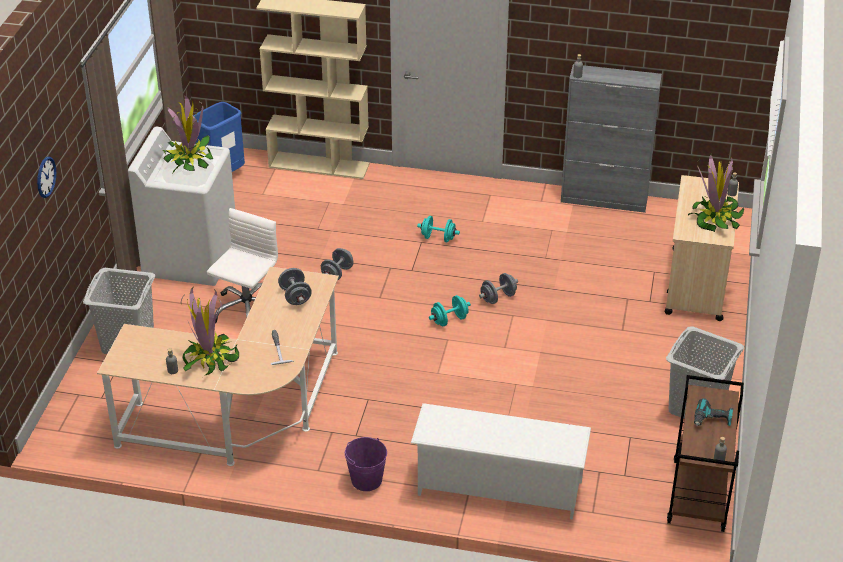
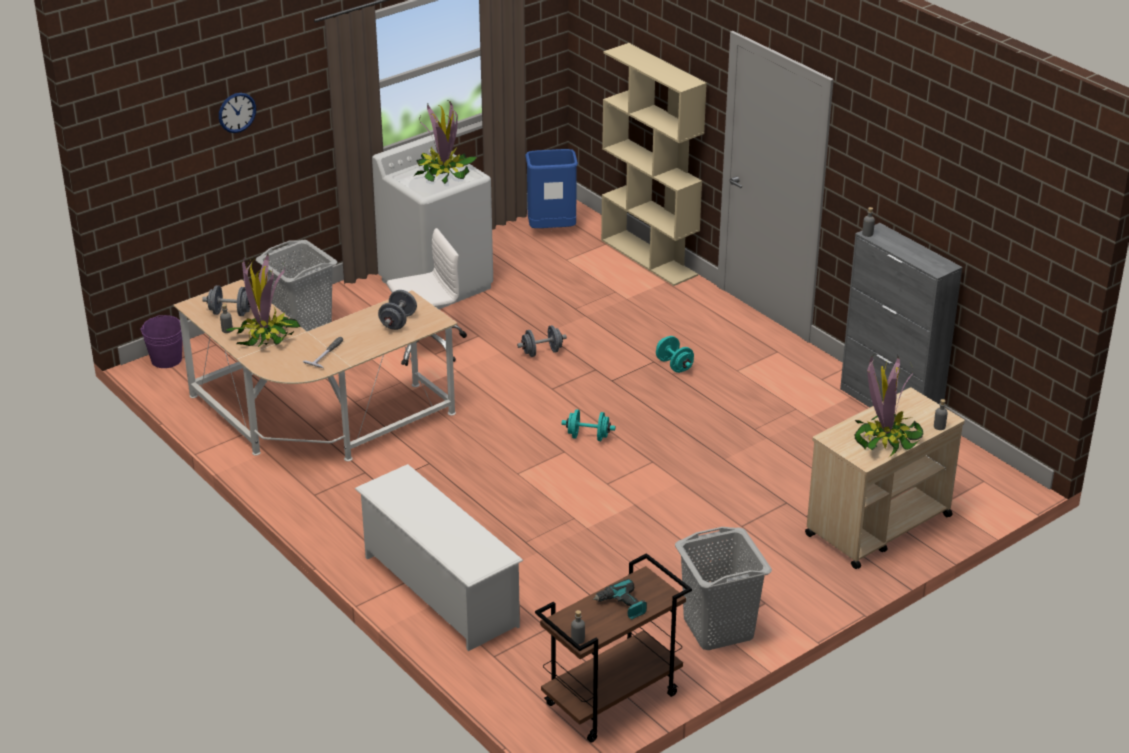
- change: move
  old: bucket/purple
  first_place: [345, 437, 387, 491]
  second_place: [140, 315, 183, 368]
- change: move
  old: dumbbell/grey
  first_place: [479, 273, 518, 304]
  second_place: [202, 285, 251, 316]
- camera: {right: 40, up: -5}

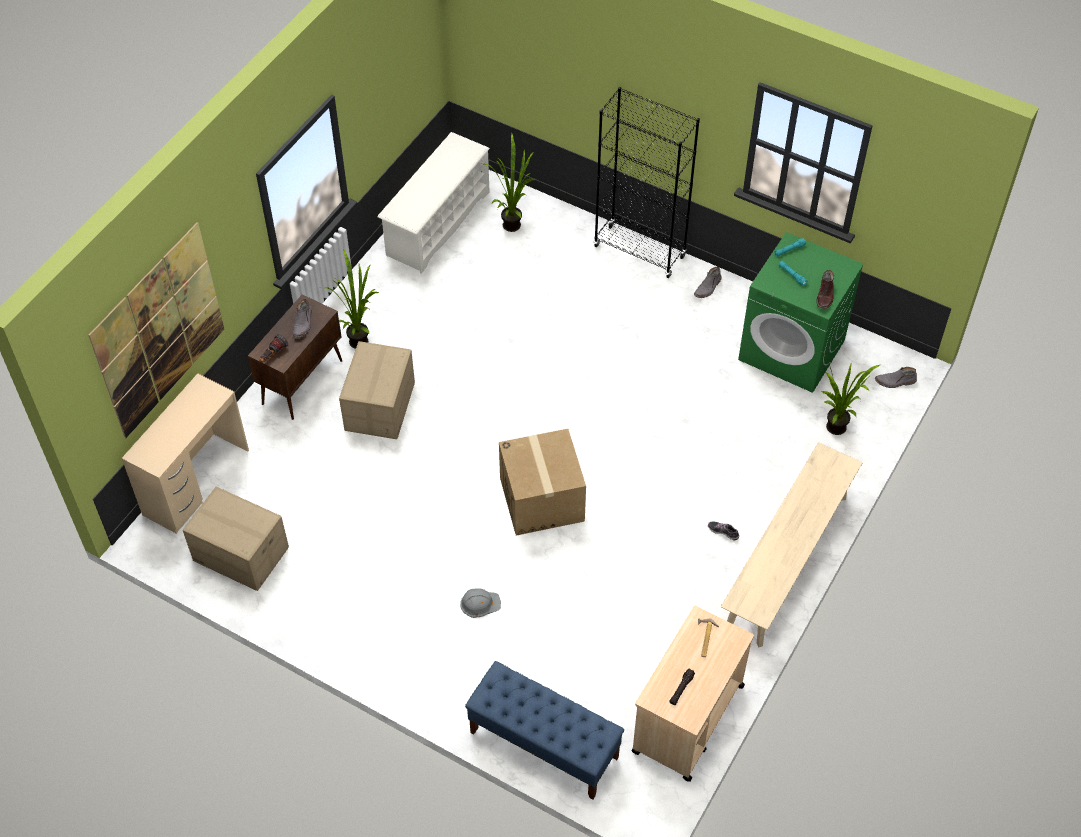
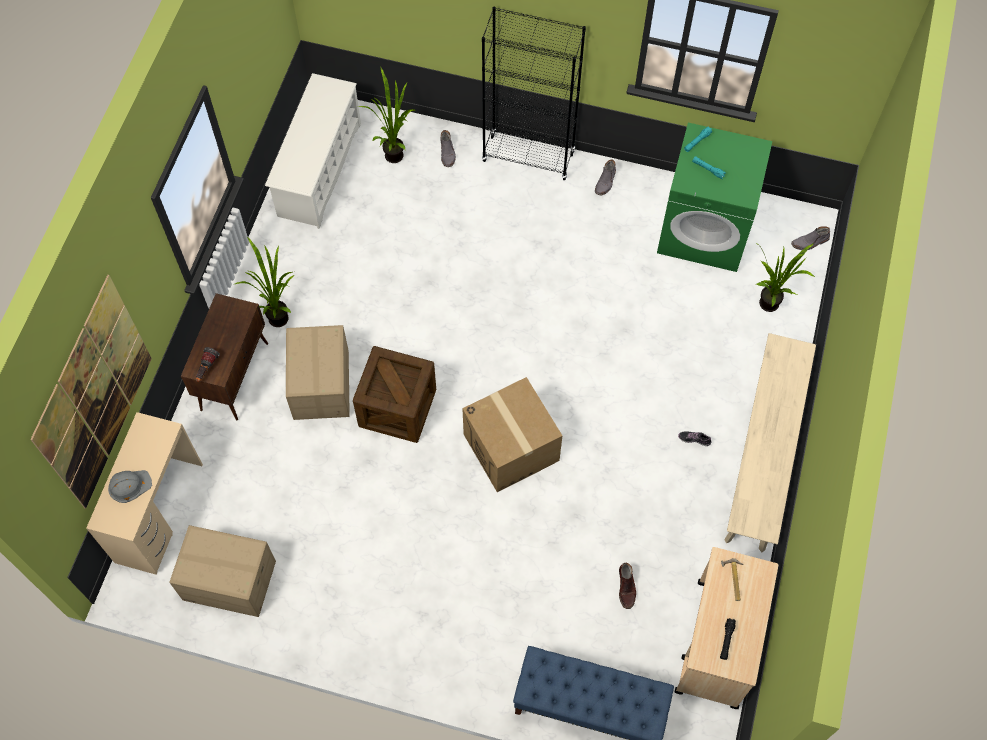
- change: move
  old: boot/grey
  first_place: [293, 299, 312, 338]
  second_place: [441, 130, 456, 167]
- change: move
  old: hard hat/grey
  first_place: [460, 588, 501, 618]
  second_place: [108, 470, 152, 503]
- change: move
  old: boot/brown
  first_place: [816, 270, 834, 309]
  second_place: [619, 563, 636, 609]
- change: insert
  new: crate
  second_place: [353, 346, 436, 443]
- camera: {right: -15, up: 10}

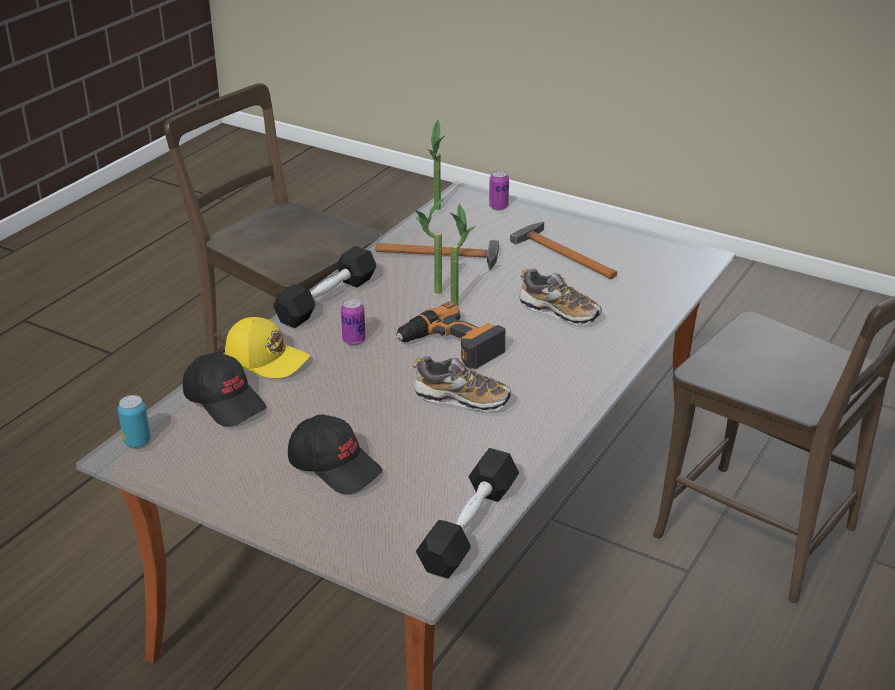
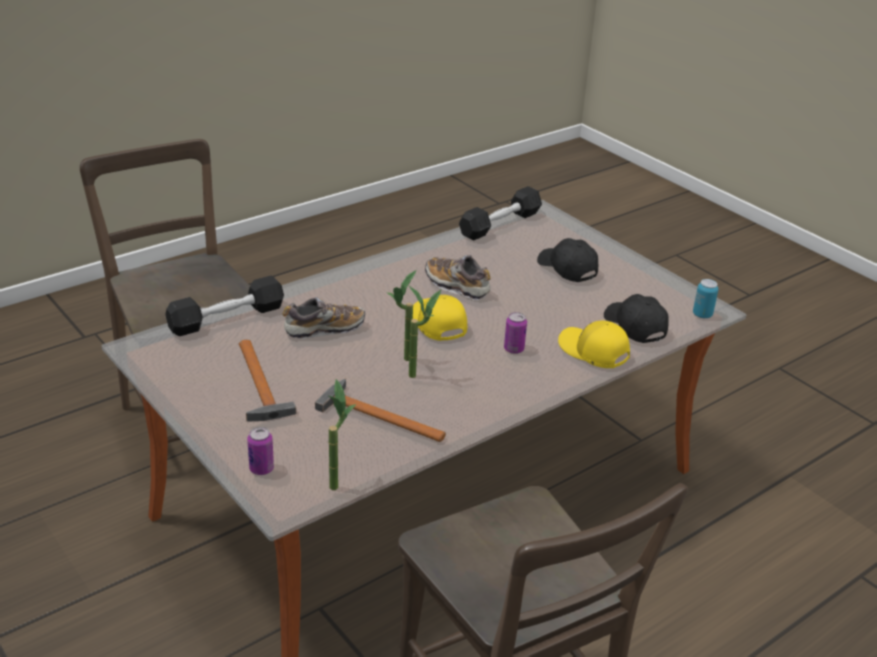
- change: move
  old: dumbbell/black
  first_place: [273, 246, 376, 328]
  second_place: [165, 275, 284, 336]
- change: replace
  old: power drill
  new: cap/yellow
  first_place: [396, 302, 505, 369]
  second_place: [413, 295, 467, 341]
- change: rotate
  old: shoe
  first_place: [519, 269, 602, 326]
  second_place: [283, 297, 365, 339]
  degrees: 105
- camera: {right: -160, up: 0}

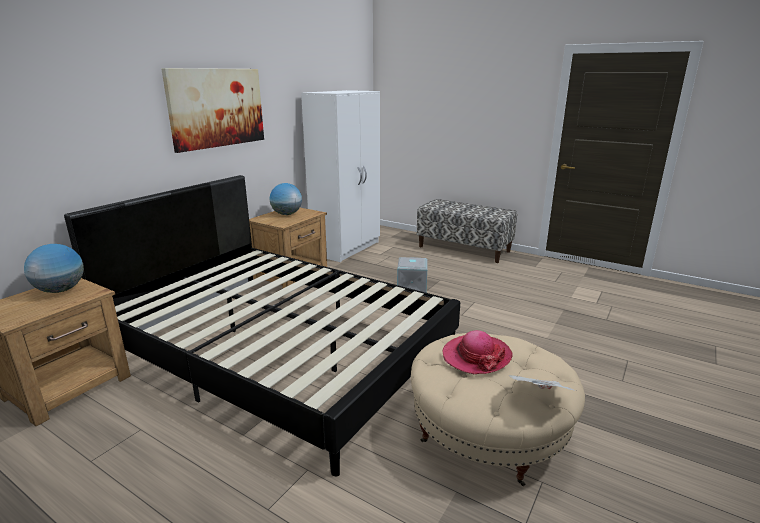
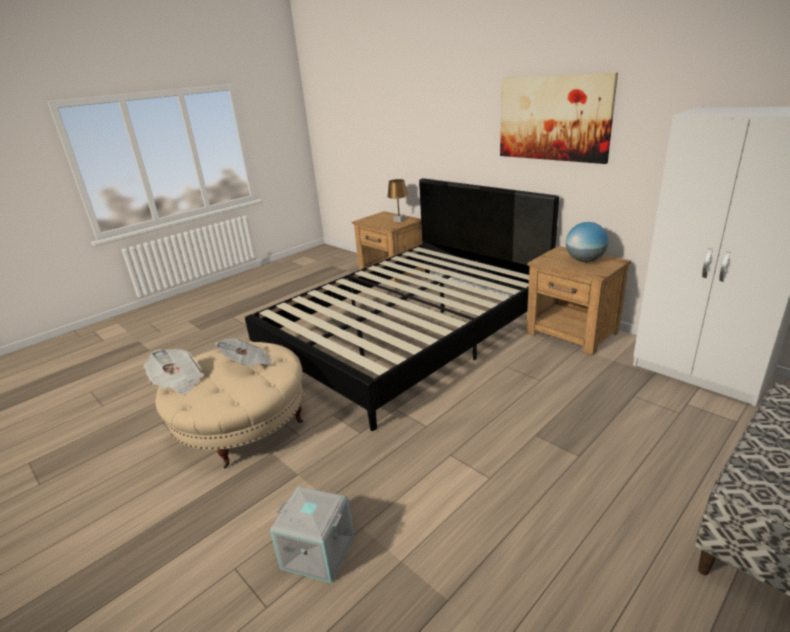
- change: replace
  old: globe
  new: table lamp/brown
  first_place: [24, 244, 84, 293]
  second_place: [387, 179, 408, 222]
- change: move
  old: storage box/grey
  first_place: [397, 257, 427, 293]
  second_place: [270, 486, 354, 583]
- change: replace
  old: hat
  new: newspaper
  first_place: [443, 330, 513, 374]
  second_place: [215, 338, 273, 366]
- camera: {right: 105, up: 5}

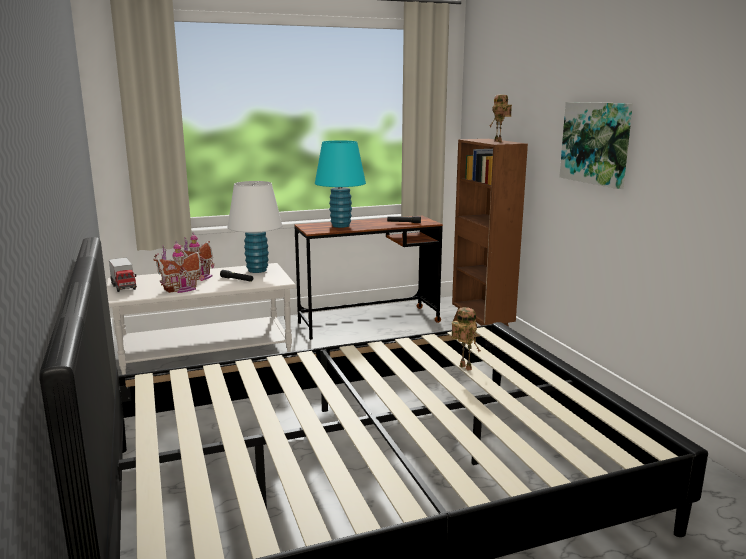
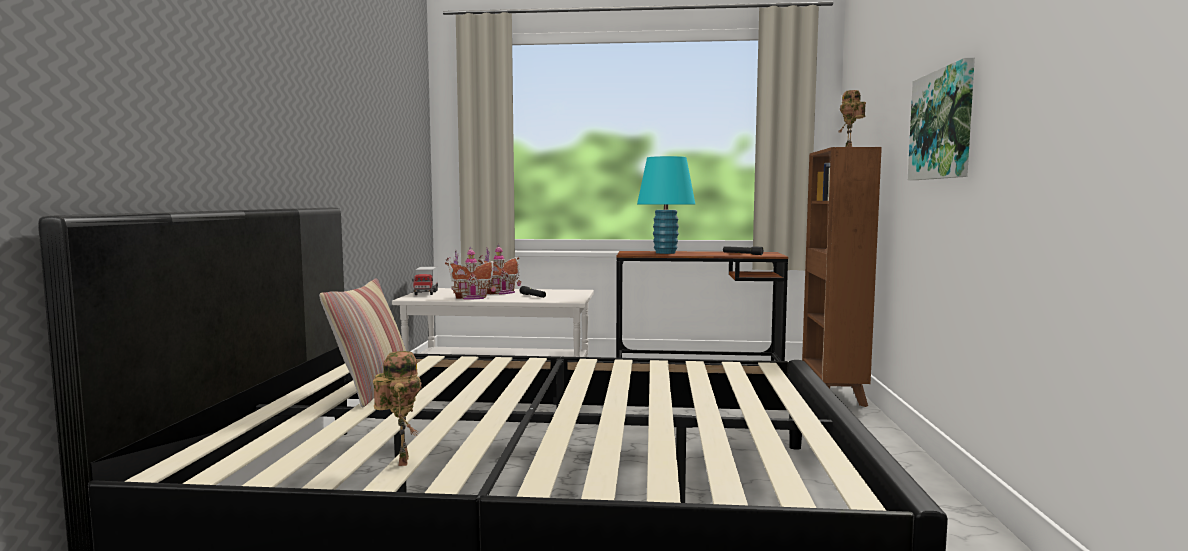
- change: delete
  old: table lamp/white
  first_place: [228, 181, 282, 273]
- change: move
  old: toy robot
  first_place: [451, 307, 481, 371]
  second_place: [373, 351, 422, 466]
- change: insert
  new: pillow
  second_place: [319, 278, 406, 407]
- camera: {right: 25, up: -10}

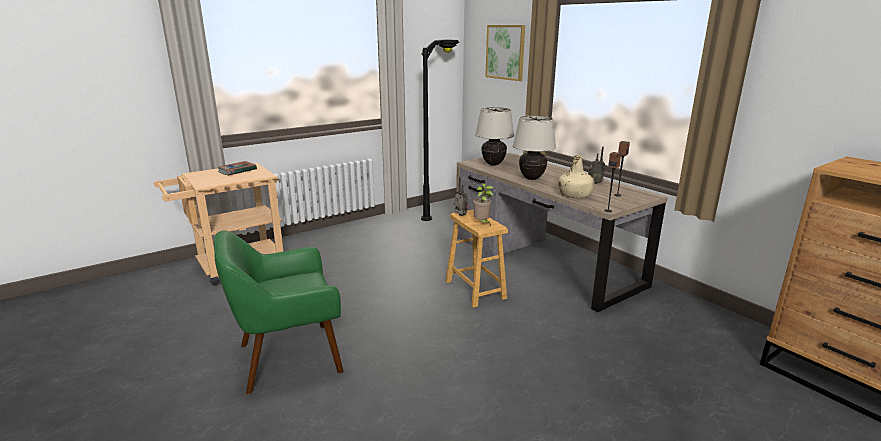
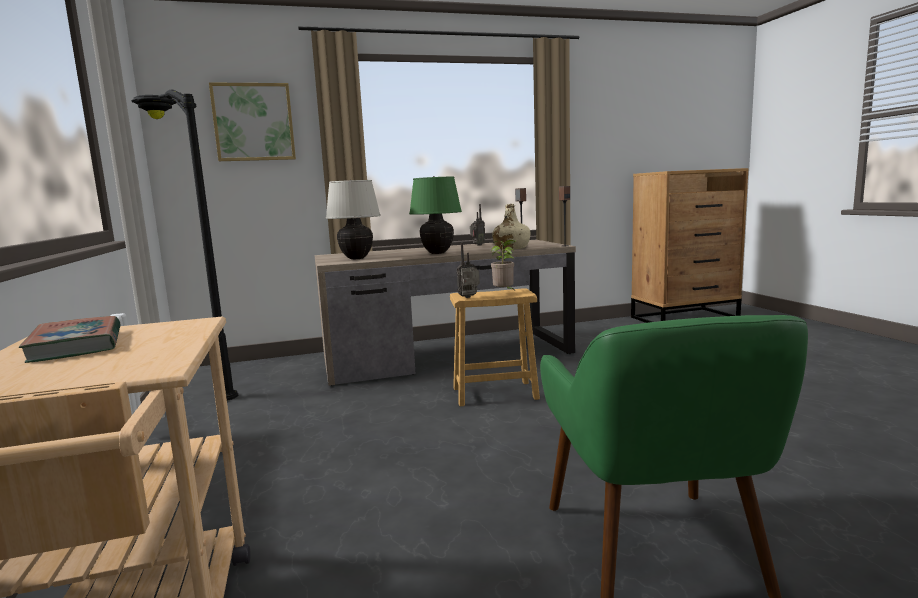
- change: recolor
  old: table lamp/beige
  new: table lamp/green
  first_place: [513, 116, 556, 180]
  second_place: [409, 176, 462, 254]
- camera: {right: -70, up: -10}

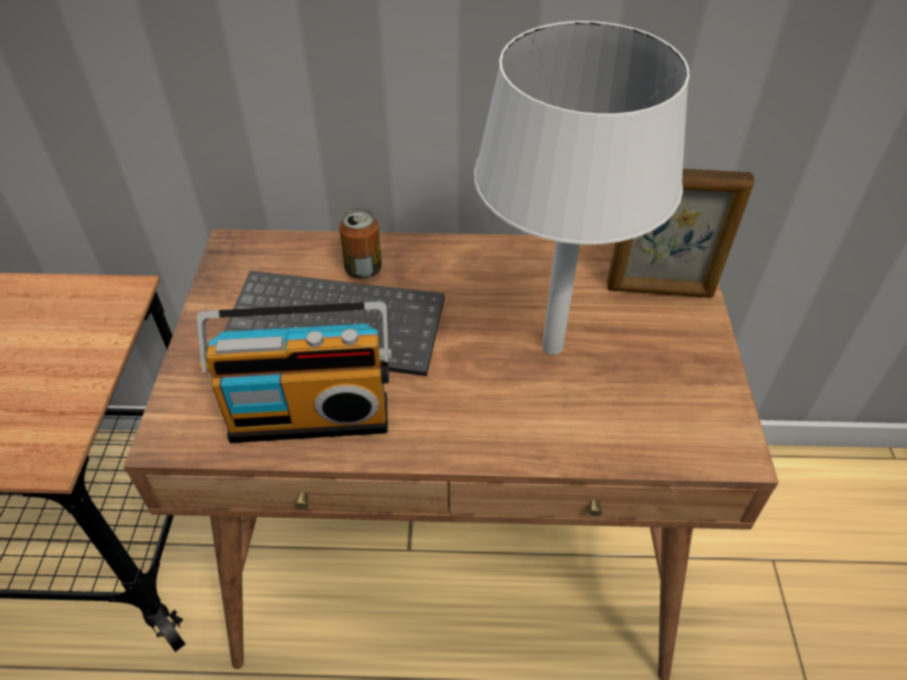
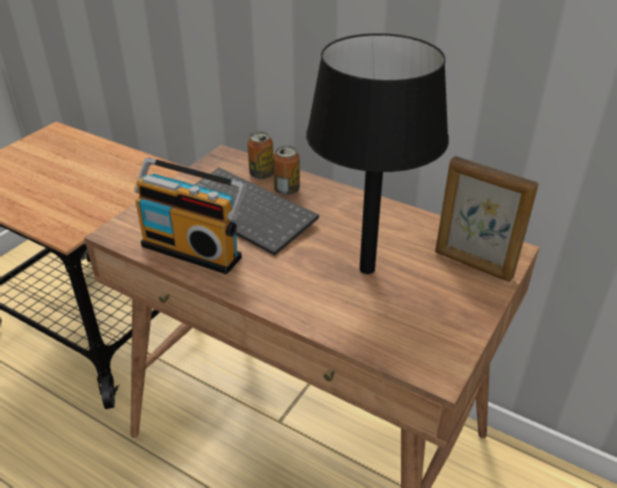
- change: recolor
  old: table lamp/white
  new: table lamp/black
  first_place: [474, 21, 690, 355]
  second_place: [306, 33, 449, 274]
- change: insert
  new: can
  second_place: [247, 132, 274, 180]
- camera: {right: 30, up: -10}

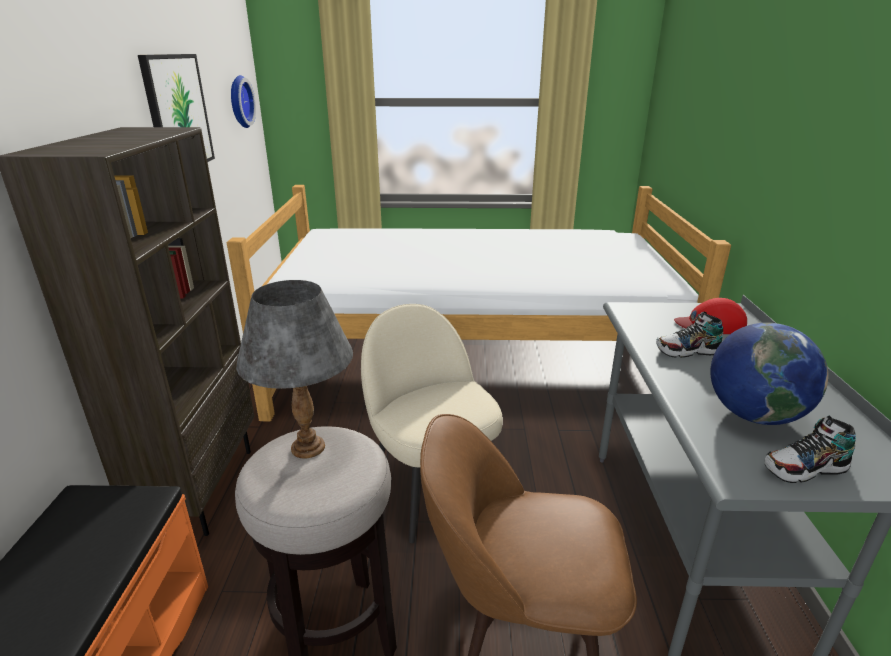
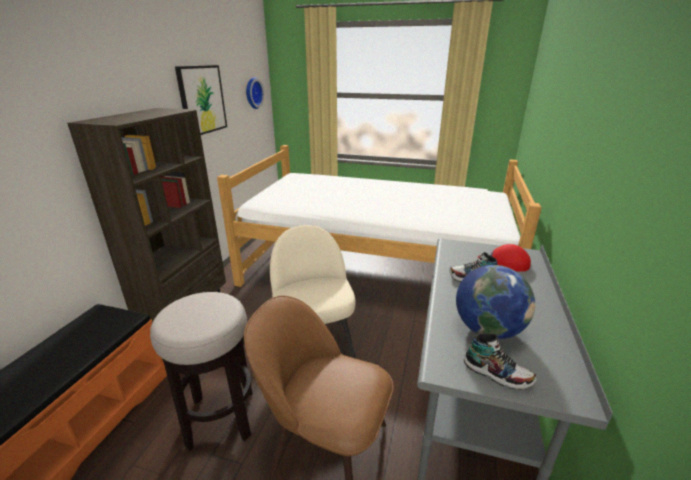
- change: delete
  old: table lamp/grey
  first_place: [236, 280, 353, 459]
- change: rotate
  old: shoe
  first_place: [764, 416, 856, 483]
  second_place: [464, 334, 537, 390]
  degrees: -150
- camera: {right: 15, up: 0}

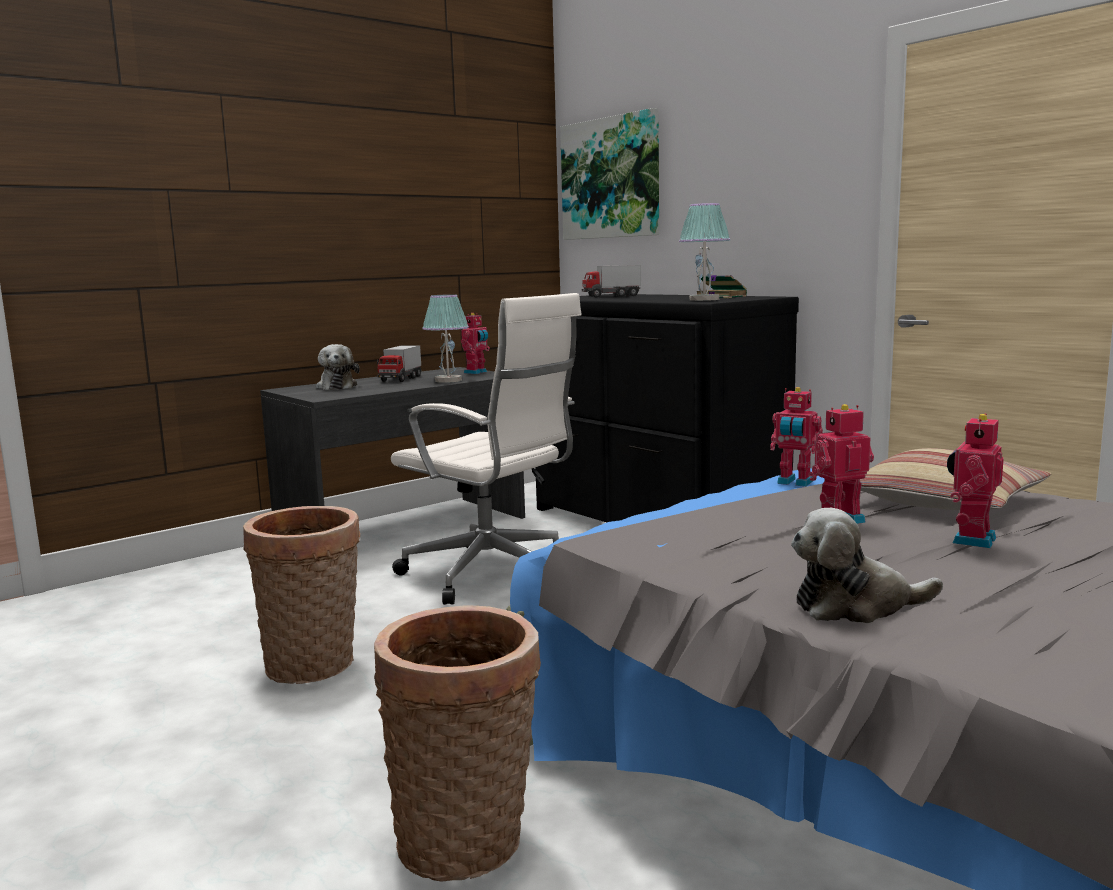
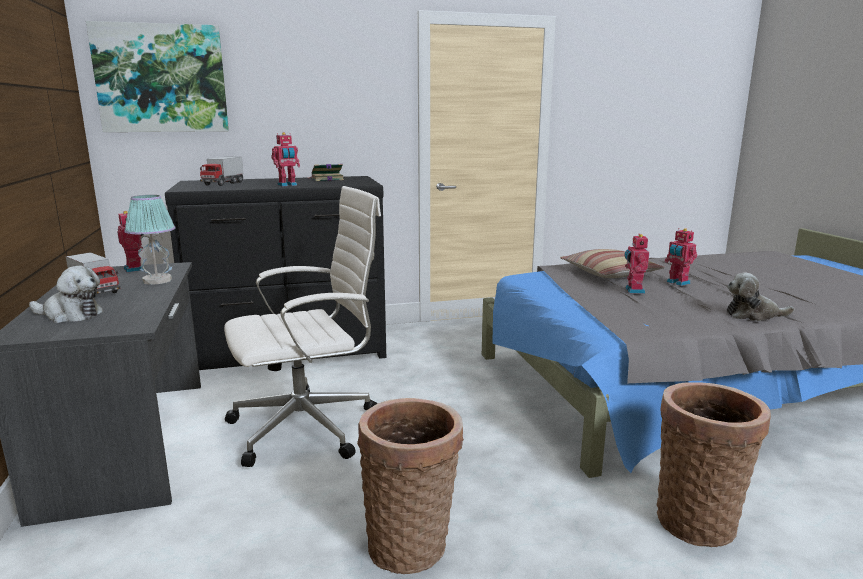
- change: delete
  old: table lamp
  first_place: [679, 203, 730, 301]
- change: move
  old: toy robot
  first_place: [770, 387, 823, 487]
  second_place: [271, 132, 300, 187]
- change: rotate
  old: plush toy
  first_place: [791, 508, 943, 623]
  second_place: [726, 273, 794, 321]
  degrees: 75
- camera: {right: -65, up: 5}

